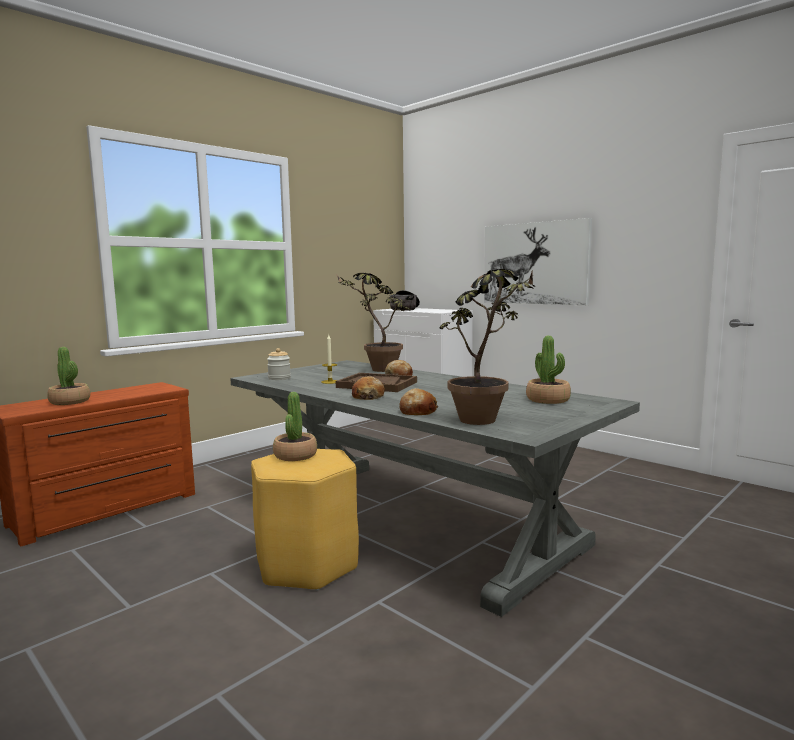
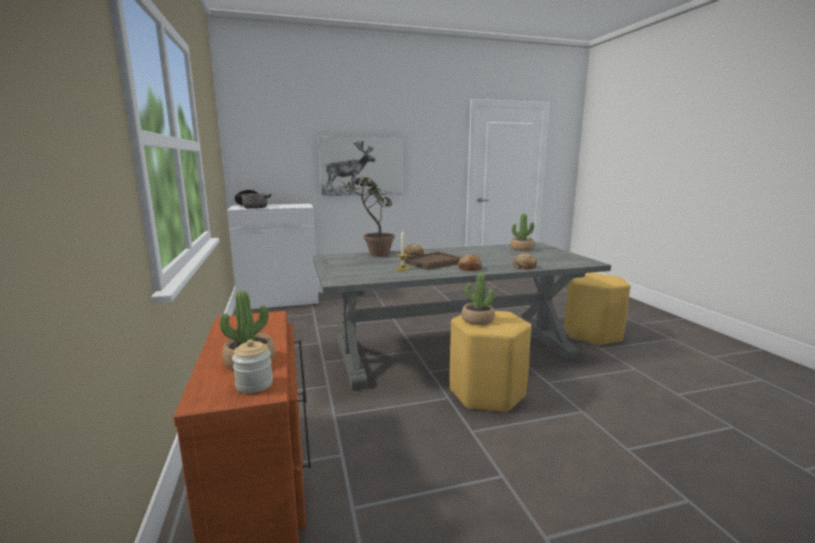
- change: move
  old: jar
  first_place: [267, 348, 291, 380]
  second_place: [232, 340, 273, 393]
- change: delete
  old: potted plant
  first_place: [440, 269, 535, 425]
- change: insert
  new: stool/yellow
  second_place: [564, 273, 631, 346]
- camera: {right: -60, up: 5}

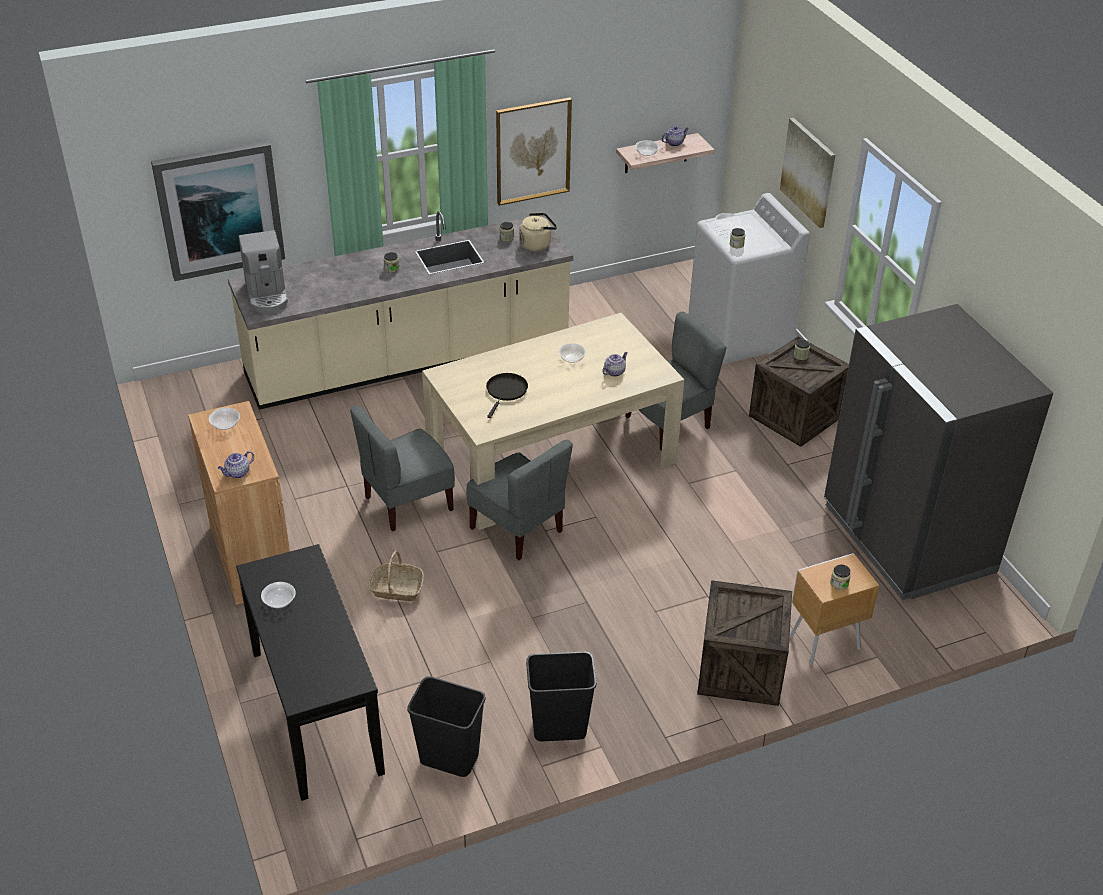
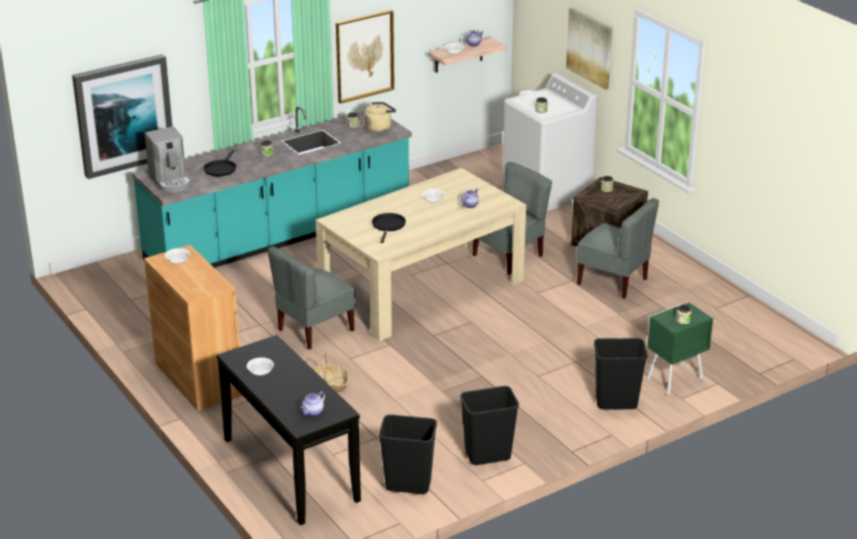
- change: move
  old: teapot
  first_place: [218, 451, 254, 478]
  second_place: [300, 391, 325, 416]
- change: recolor
  old: counter/beige
  new: counter/turquoise
  first_place: [228, 211, 573, 410]
  second_place: [132, 106, 412, 268]
- change: move
  old: chair/grey
  first_place: [467, 439, 573, 560]
  second_place: [577, 198, 659, 299]
- change: replace
  old: crate
  new: trash can/black
  first_place: [697, 580, 792, 706]
  second_place: [594, 338, 648, 410]
- change: recolor
  old: nightstand/brown
  new: nightstand/green
  first_place: [790, 553, 880, 665]
  second_place: [647, 302, 713, 395]
- change: delete
  old: fridge/grey
  first_place: [824, 304, 1053, 600]
- change: insert
  new: frying pan/black
  second_place: [204, 150, 236, 176]
- camera: {right: -10, up: -10}

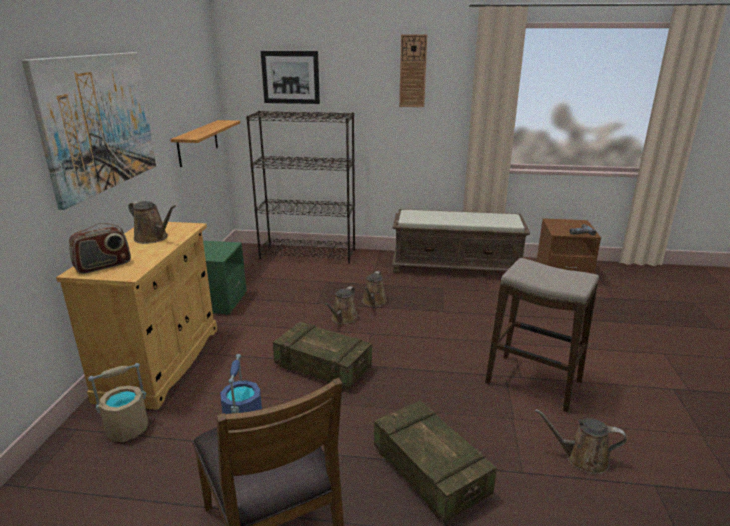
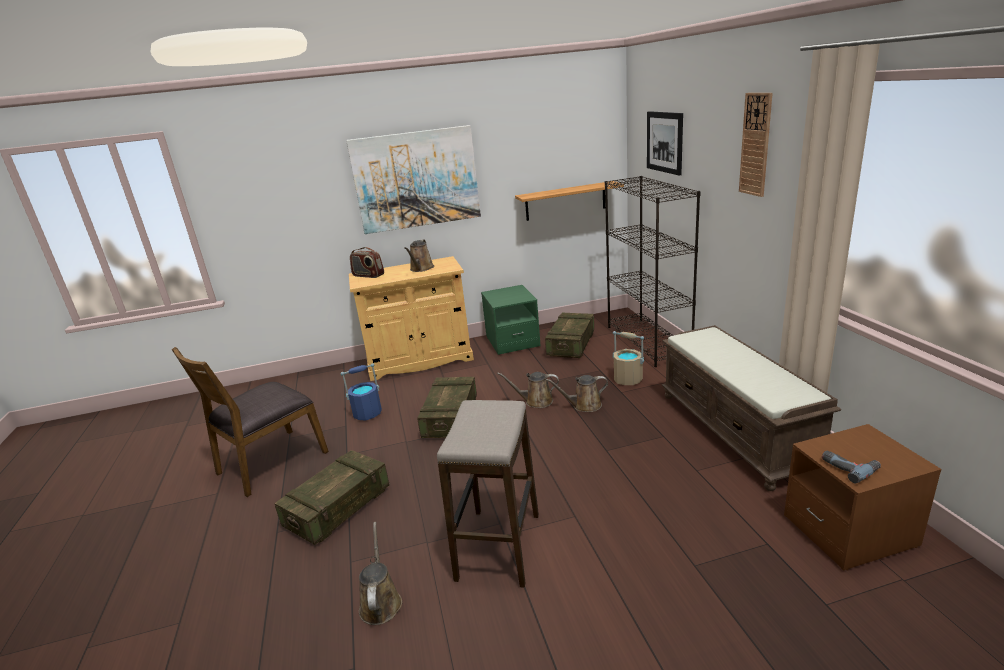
- change: move
  old: bucket/beige
  first_place: [88, 363, 148, 442]
  second_place: [613, 331, 644, 385]
- change: insert
  new: crate
  second_place: [545, 313, 594, 358]
- camera: {right: 70, up: 0}

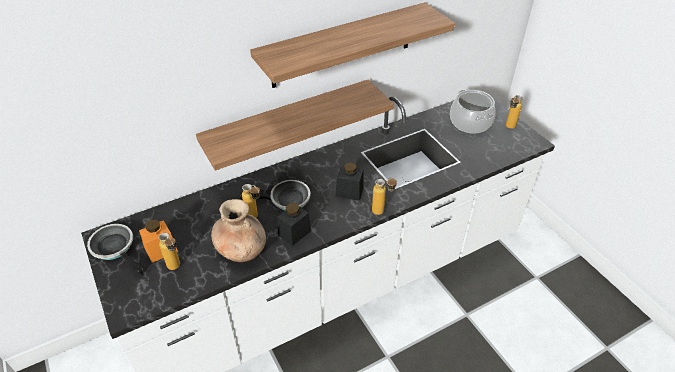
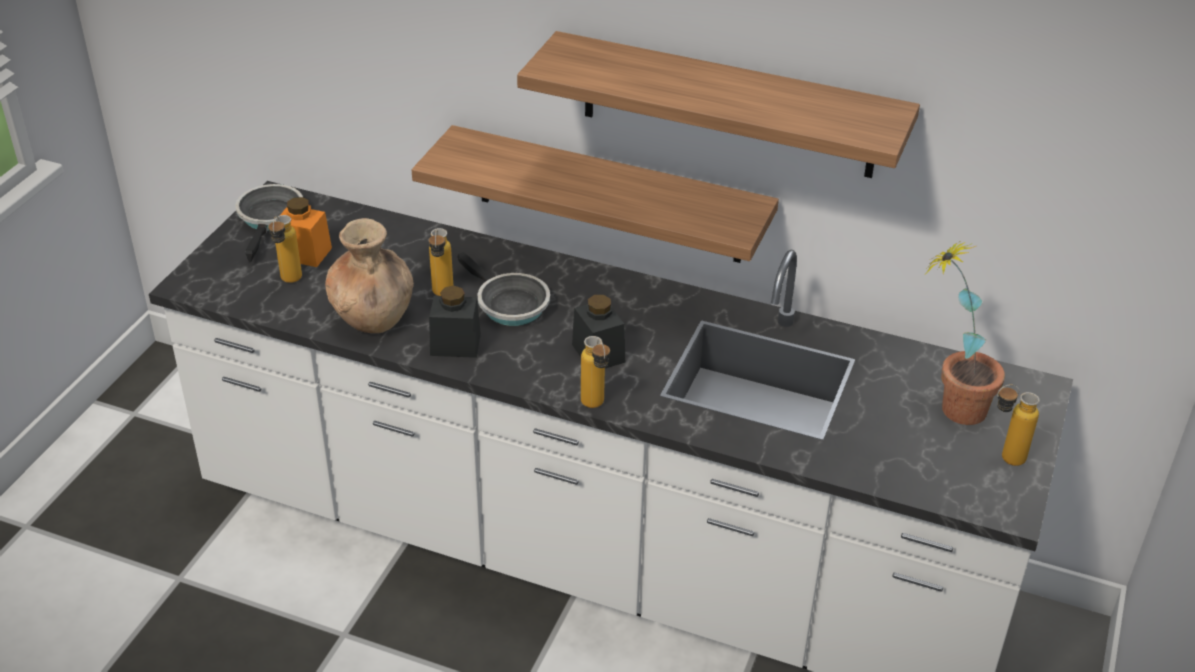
- change: replace
  old: cooking pot
  new: potted plant
  first_place: [450, 90, 496, 134]
  second_place: [924, 242, 1005, 425]
- camera: {right: 50, up: -5}

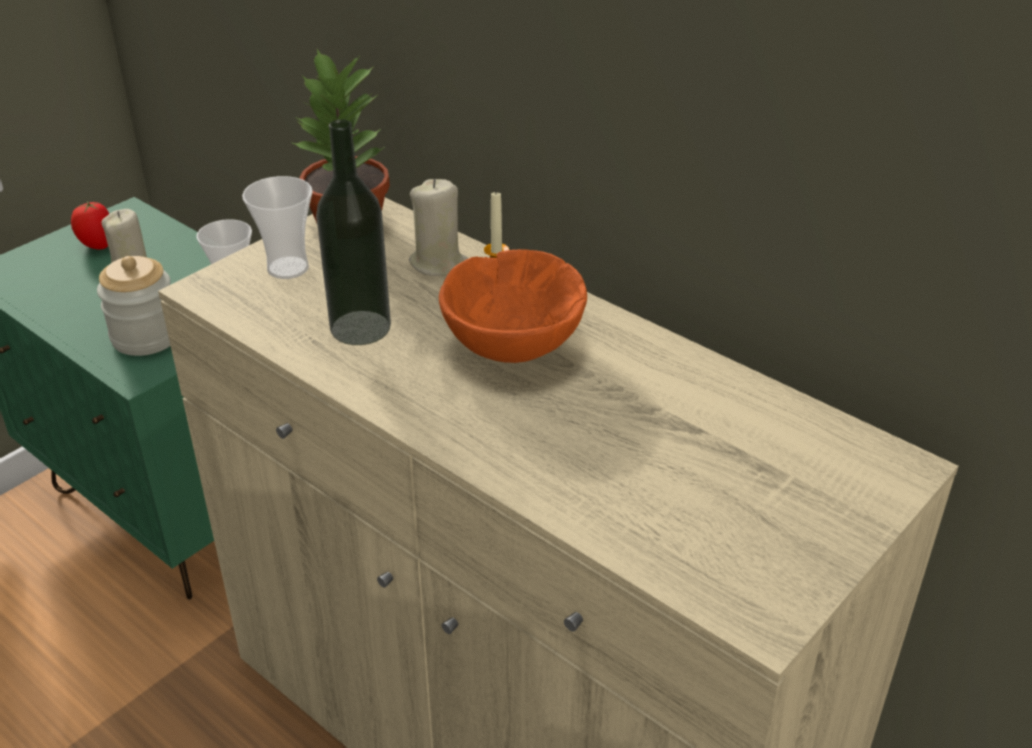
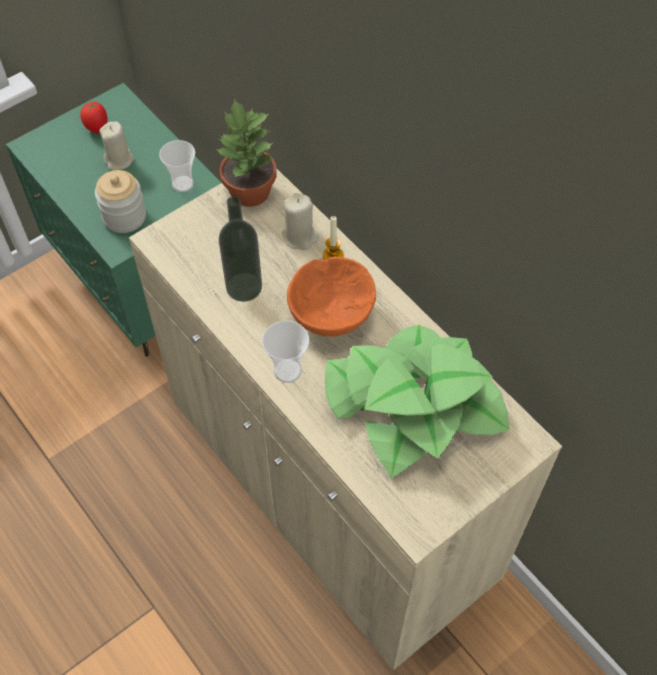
- change: move
  old: cup
  first_place: [242, 176, 313, 279]
  second_place: [262, 321, 309, 383]
- change: insert
  new: potted plant
  second_place: [325, 325, 509, 479]
- camera: {right: 10, up: 20}

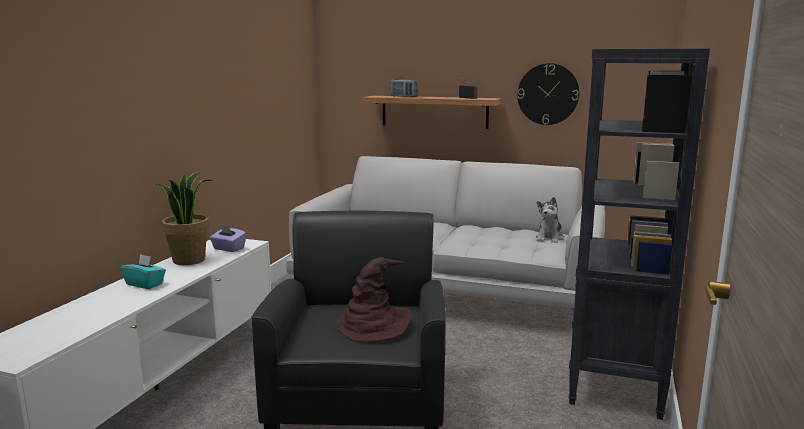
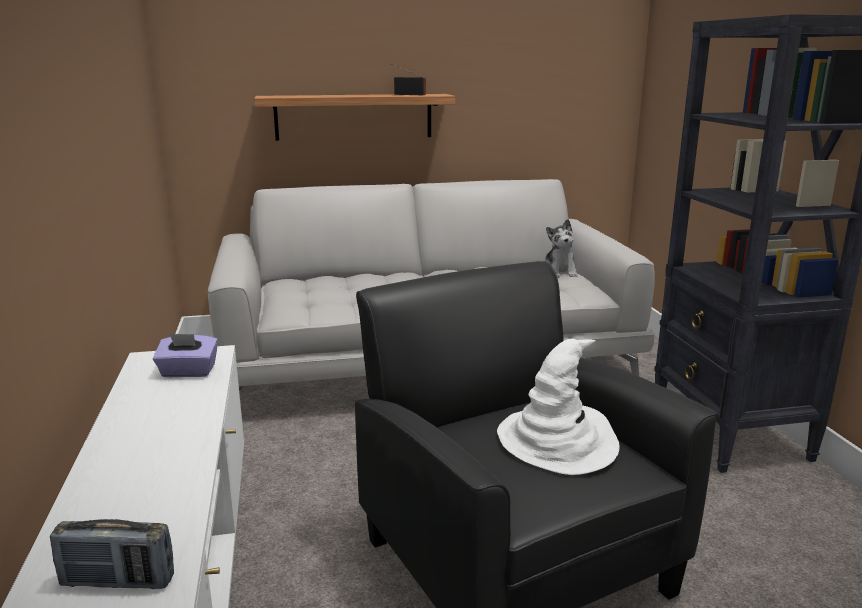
- change: delete
  old: tissue box/turquoise
  first_place: [121, 254, 166, 289]
- change: delete
  old: potted plant
  first_place: [153, 171, 213, 265]
- change: recolor
  old: hat/brown
  new: hat/white
  first_place: [336, 257, 412, 341]
  second_place: [497, 339, 620, 475]
- change: move
  old: radio
  first_place: [390, 78, 418, 97]
  second_place: [50, 519, 174, 589]
- change: delete
  old: wall clock
  first_place: [517, 63, 580, 125]
- camera: {right: -30, up: 5}

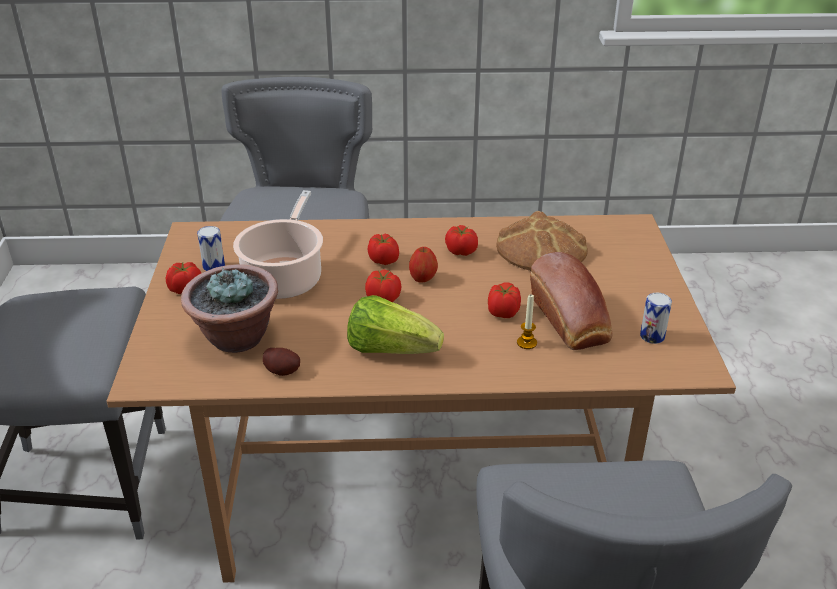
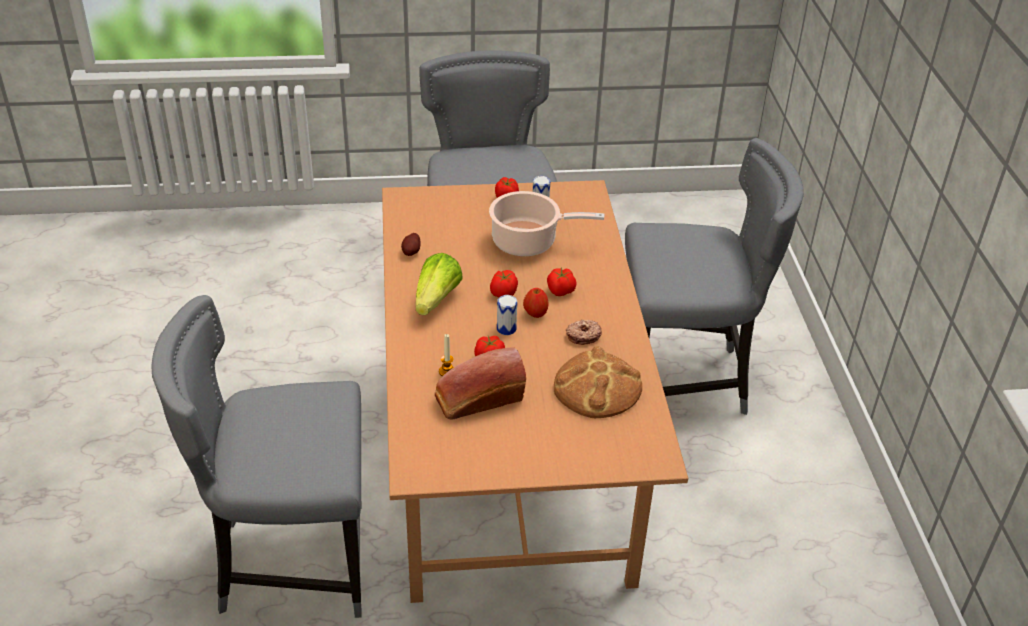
- change: delete
  old: potted plant
  first_place: [181, 264, 278, 353]
- change: replace
  old: tomato
  new: donut
  first_place: [445, 225, 478, 256]
  second_place: [566, 320, 602, 345]
- change: move
  old: can
  first_place: [640, 293, 672, 344]
  second_place: [497, 295, 517, 335]
- camera: {right: 85, up: 5}

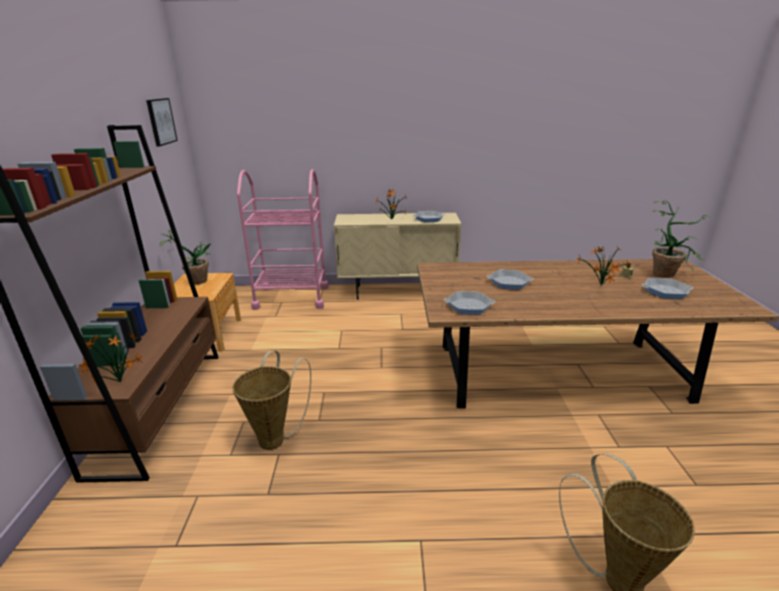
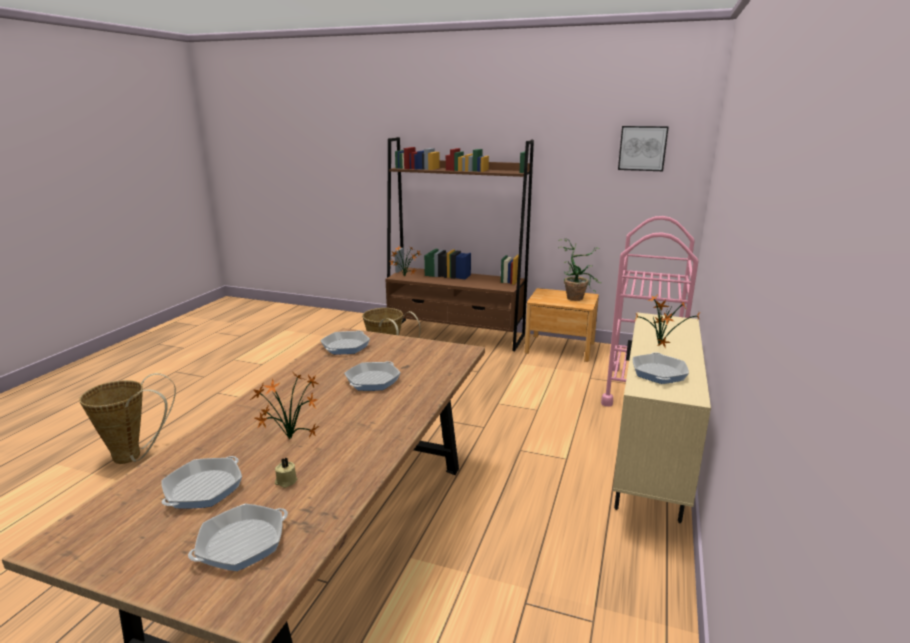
- change: replace
  old: potted plant
  new: frying pan
  first_place: [652, 201, 711, 278]
  second_place: [188, 504, 288, 571]
- camera: {right: 110, up: -5}

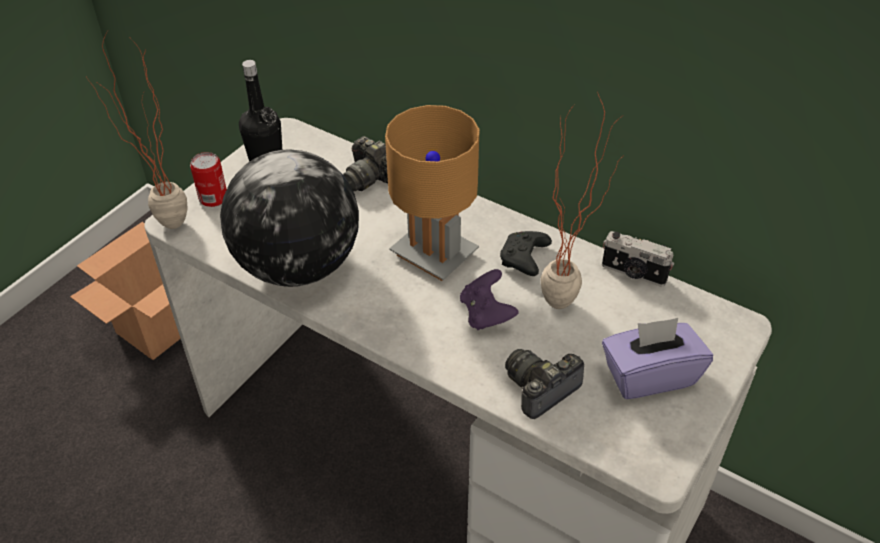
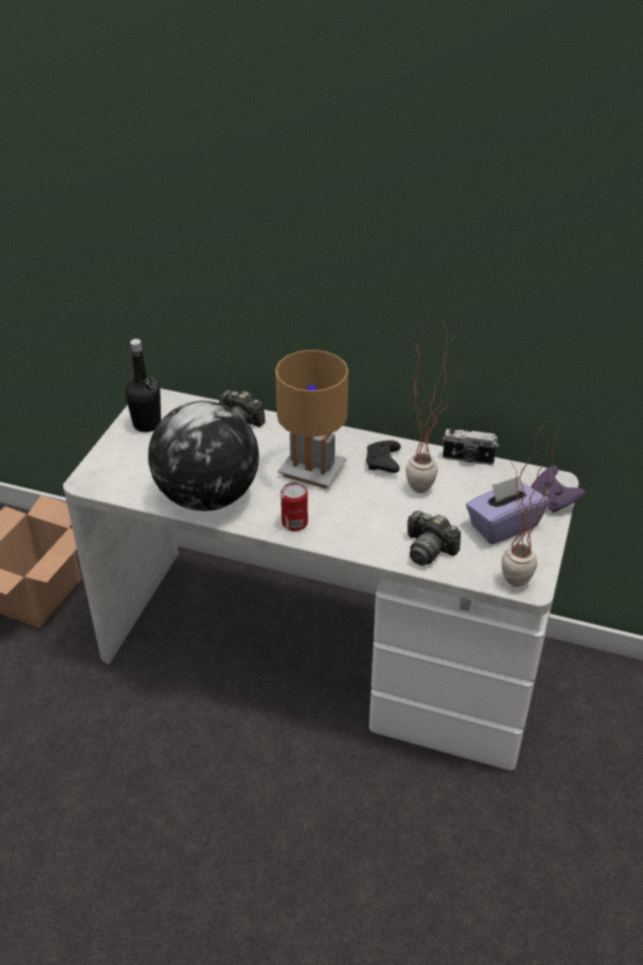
- change: move
  old: potted plant
  first_place: [87, 31, 187, 229]
  second_place: [502, 419, 560, 587]
- change: move
  old: can
  first_place: [190, 152, 227, 207]
  second_place: [281, 482, 308, 531]
- change: move
  old: game controller/purple
  first_place: [460, 269, 519, 330]
  second_place: [531, 465, 585, 513]
- change: rotate
  old: photo camera
  first_place: [505, 349, 584, 419]
  second_place: [407, 511, 461, 565]
  degrees: -90
- camera: {right: -15, up: -5}

